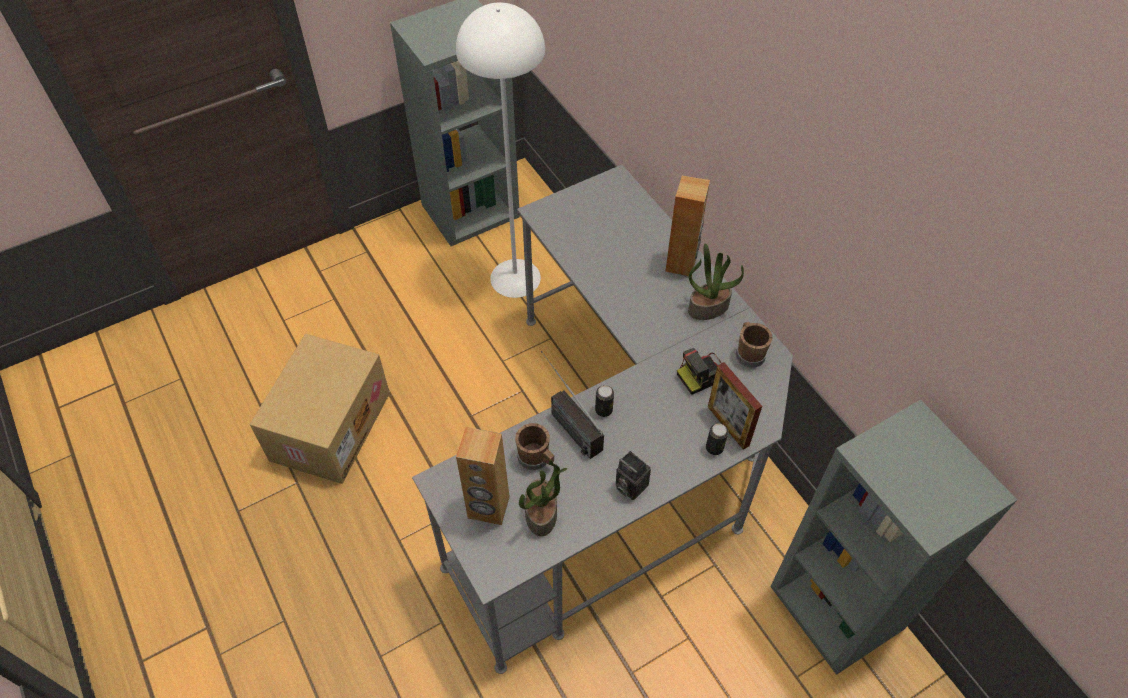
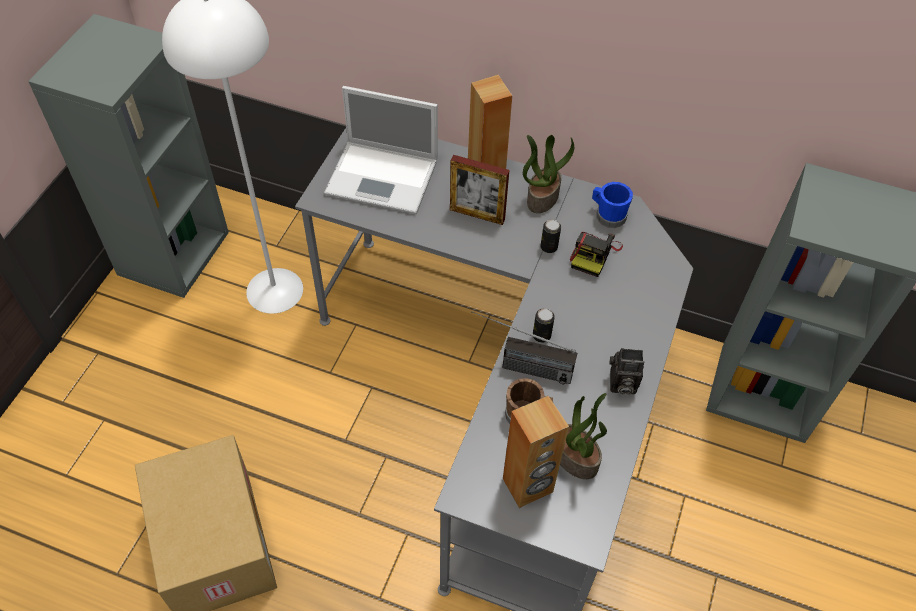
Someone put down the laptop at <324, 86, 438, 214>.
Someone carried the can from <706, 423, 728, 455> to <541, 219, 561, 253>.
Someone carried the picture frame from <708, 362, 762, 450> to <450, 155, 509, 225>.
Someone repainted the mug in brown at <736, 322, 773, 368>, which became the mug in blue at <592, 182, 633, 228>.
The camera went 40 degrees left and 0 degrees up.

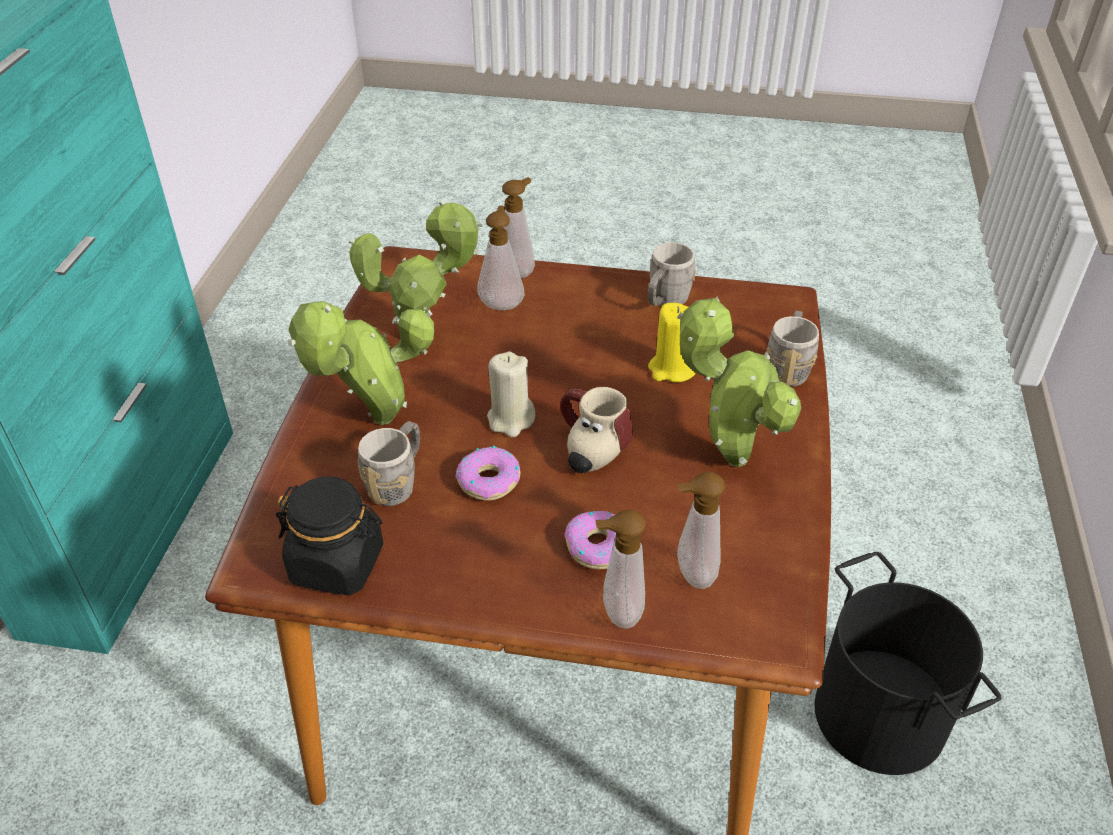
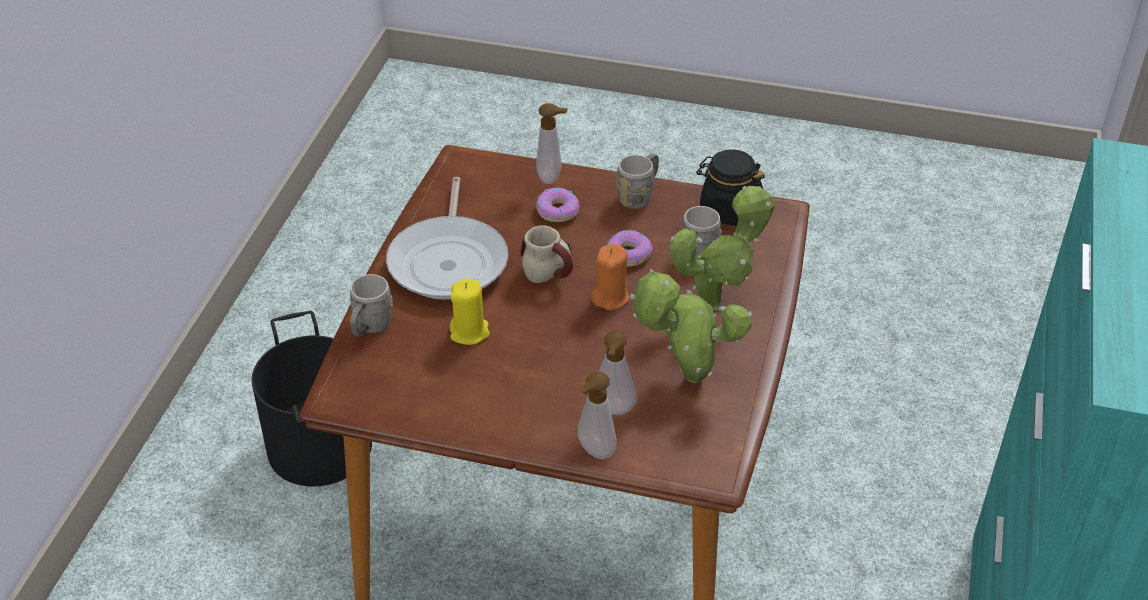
Someone took away the soap dispenser at <677, 472, 725, 589>.
Someone carried the mug in grey from <648, 242, 696, 306> to <616, 153, 659, 209>.
Someone swapped the potted plant at <677, 296, 801, 467> for the frying pan at <386, 177, 508, 299>.
Someone repainted the candle in beige at <487, 352, 536, 437>, which became the candle in orange at <591, 243, 629, 311>.
The camera went 175 degrees left and 0 degrees up.

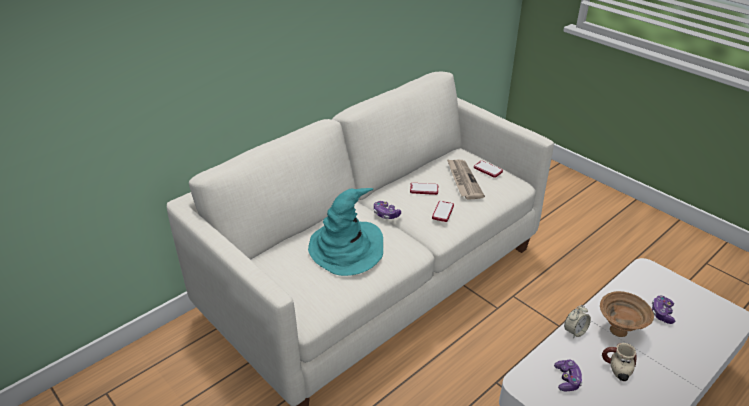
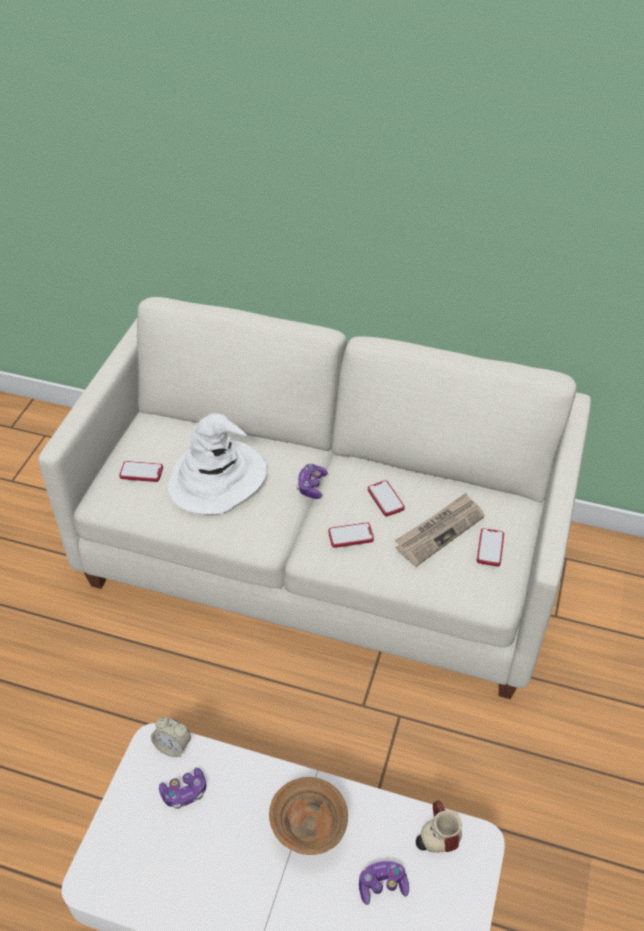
Someone put down the phone at <119, 461, 163, 482>.
Someone carried the alarm clock from <564, 305, 591, 339> to <151, 717, 191, 757>.
Someone carried the mug from <602, 343, 636, 381> to <416, 800, 462, 853>.
Someone repainted the hat in turquoise at <308, 188, 383, 276>, which became the hat in white at <167, 413, 267, 514>.
The camera went 60 degrees right and 10 degrees up.

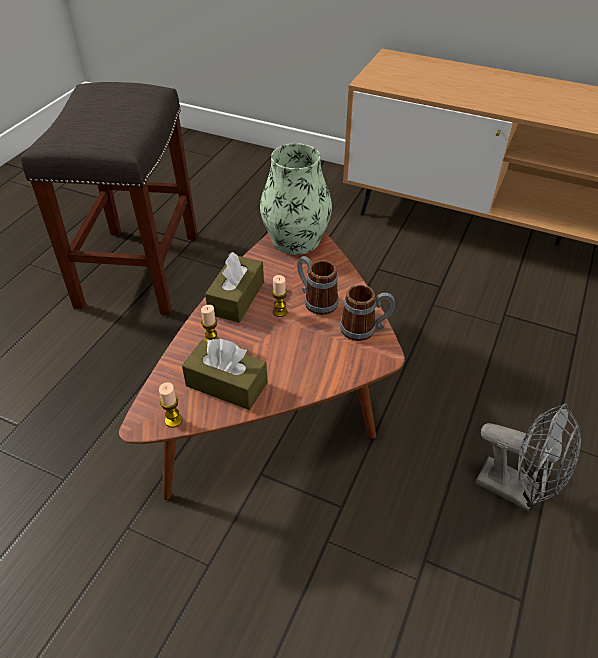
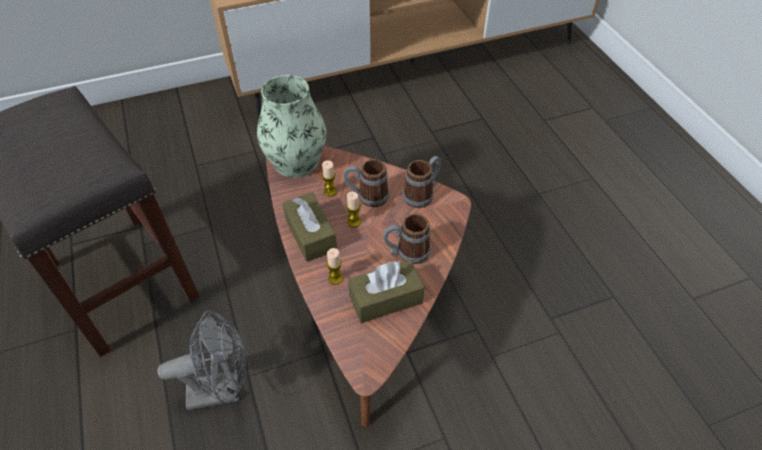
Someone put down the mug at <383, 214, 431, 264>.
Someone carried the candle from <159, 382, 182, 428> to <322, 160, 337, 196>.
Someone carried the fan in grey from <475, 403, 581, 511> to <157, 310, 247, 410>.
The camera went 45 degrees left and 5 degrees up.

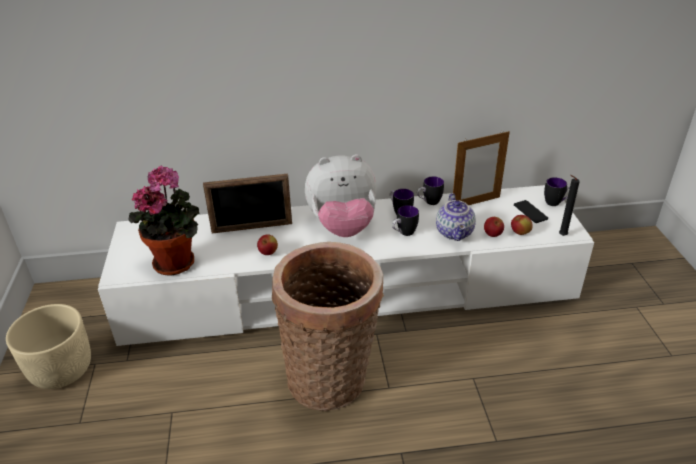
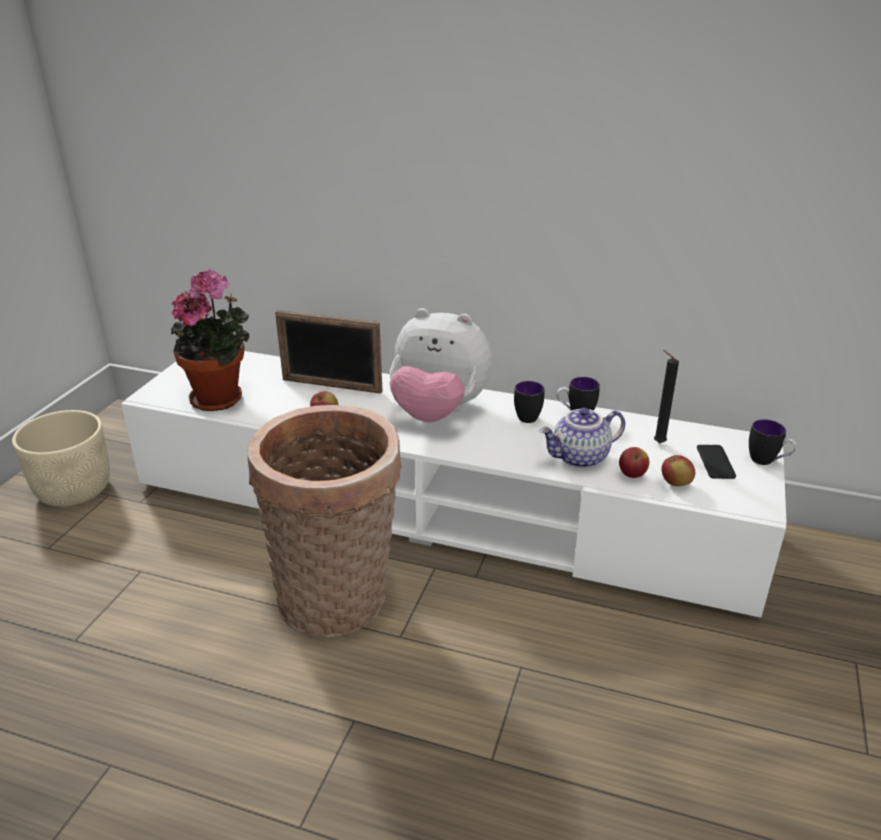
Someone took away the mug at <392, 205, 419, 236>.
Someone took away the picture frame at <453, 130, 510, 205>.
Someone carried the candle in black from <559, 175, 580, 236> to <654, 350, 679, 443>.
Someone rotated the teapot at <436, 193, 476, 241> by 45 degrees clockwise.
The camera went 25 degrees right and 5 degrees down.

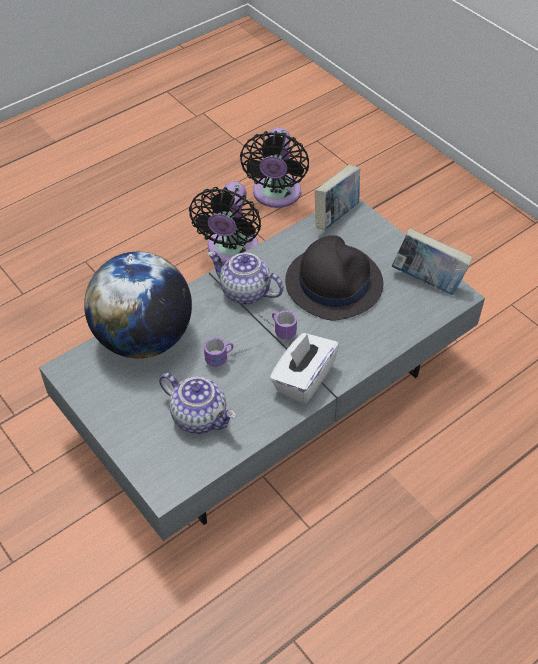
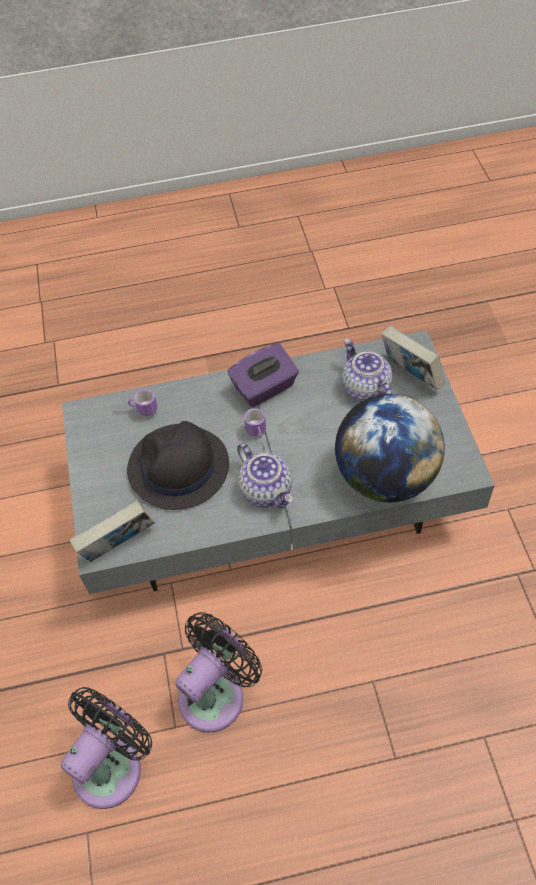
Someone carried the mug from <204, 337, 251, 367> to <113, 389, 157, 416>.
Someone carried the book from <392, 228, 472, 295> to <381, 326, 445, 391>.
Someone repainted the tissue box in white at <270, 333, 339, 404>, which became the tissue box in purple at <228, 343, 299, 407>.
The camera went 150 degrees left and 5 degrees up.

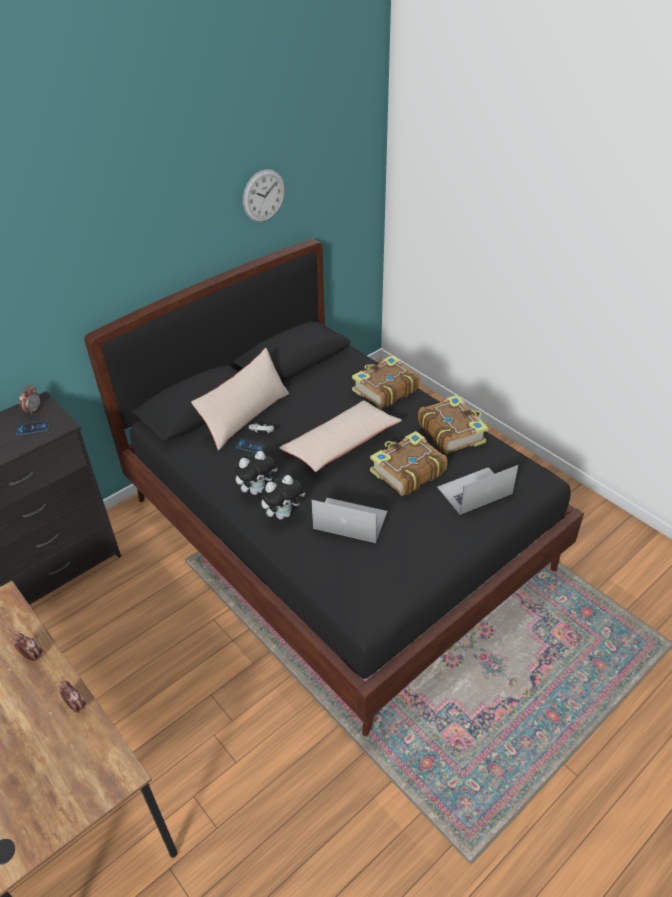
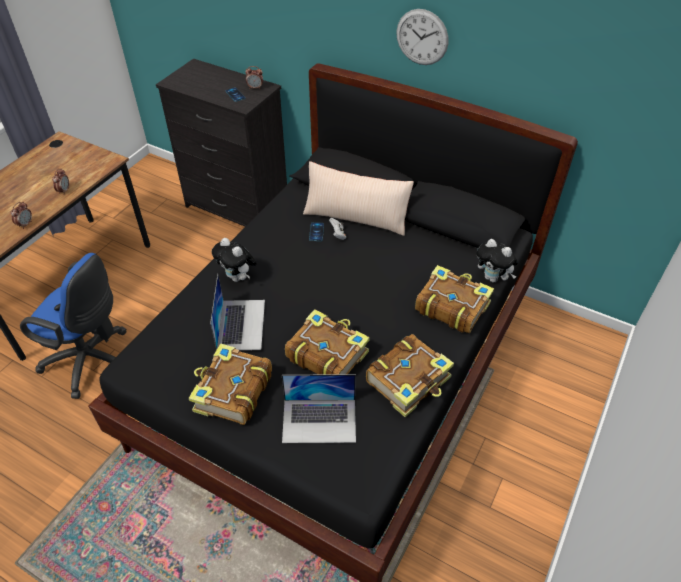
Someone took away the pillow in beige at <279, 400, 402, 472>.
Someone put down the office chair in blue at <20, 253, 127, 399>.
Someone put down the book at <189, 343, 272, 425>.
Someone carried the plush toy from <235, 451, 277, 495> to <477, 239, 518, 283>.
Someone carried the wall clock from <243, 169, 285, 222> to <396, 9, 448, 65>.
Someone rotated the laptop at <437, 465, 518, 515> by 135 degrees clockwise.
The camera went 70 degrees right and 5 degrees up.

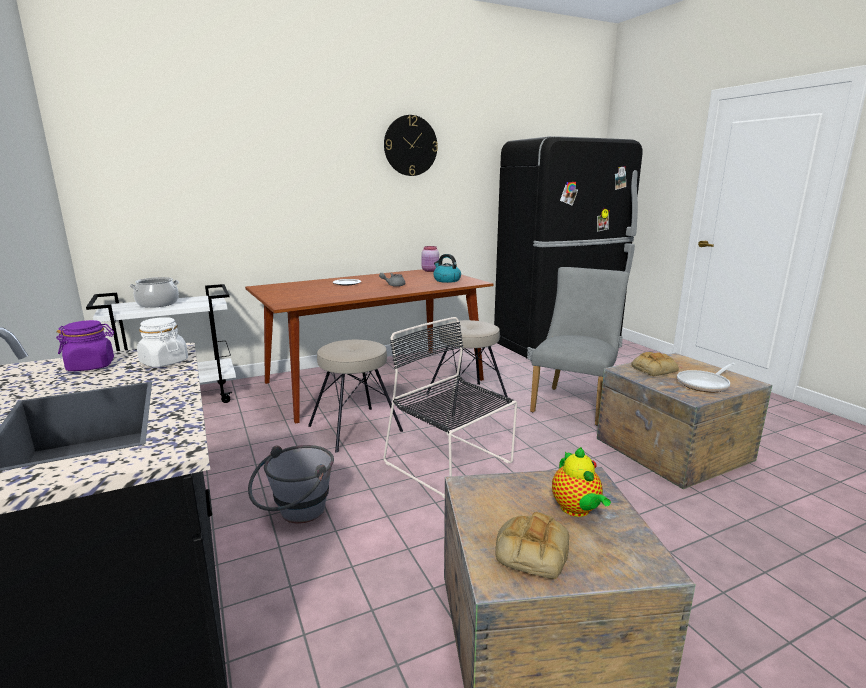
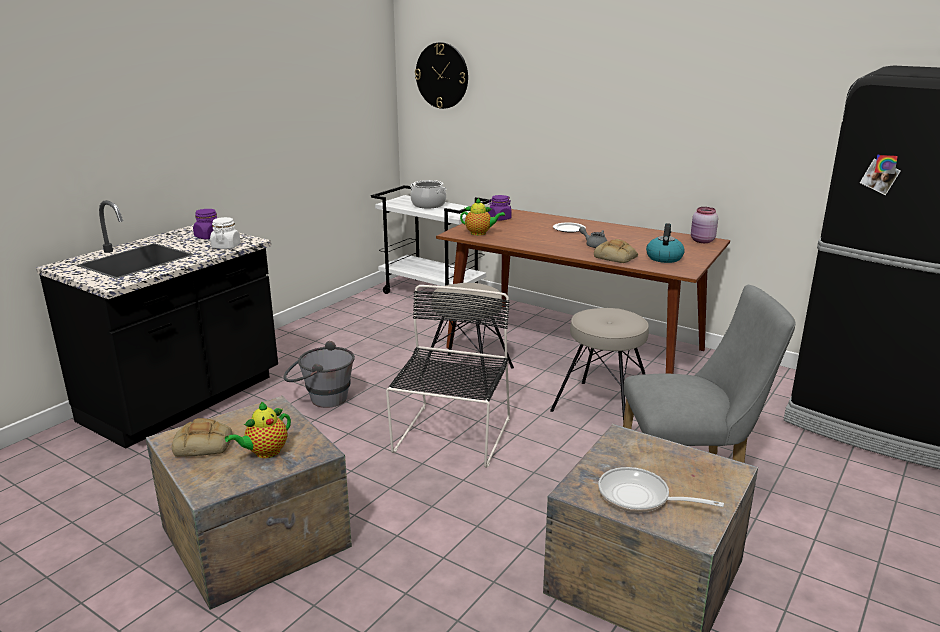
Someone put down the teapot at <460, 198, 505, 235>.
Someone put down the jar in purple at <488, 195, 512, 221>.
Someone carried the wall clock from <384, 115, 438, 176> to <415, 42, 468, 109>.
Someone carried the bread from <631, 352, 679, 376> to <594, 239, 638, 263>.
The camera went 60 degrees right and 5 degrees up.

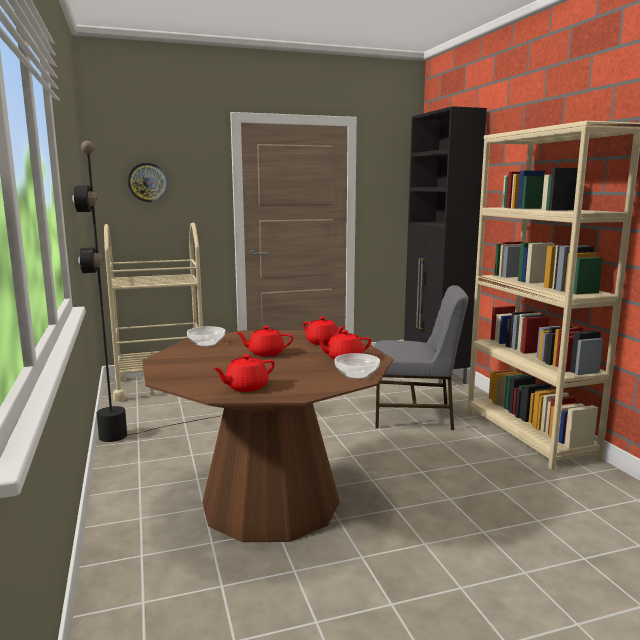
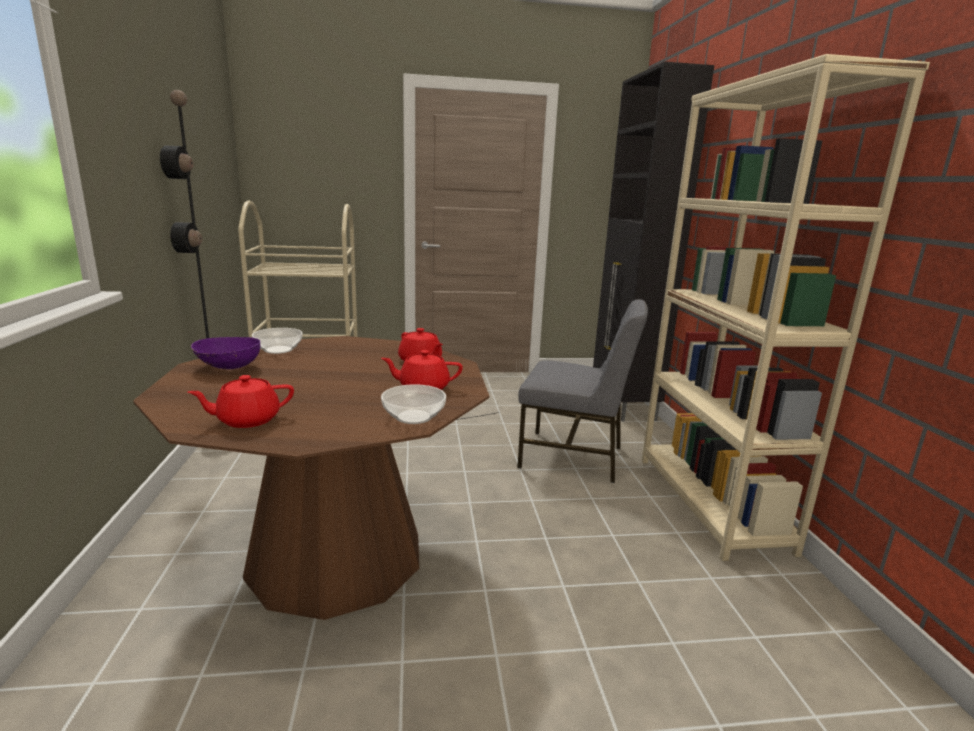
Someone took away the wall clock at <128, 163, 168, 202>.
Someone took away the teapot in red at <235, 326, 293, 357>.
Someone put down the bowl in purple at <191, 337, 260, 369>.
The camera went 10 degrees right and 5 degrees up.

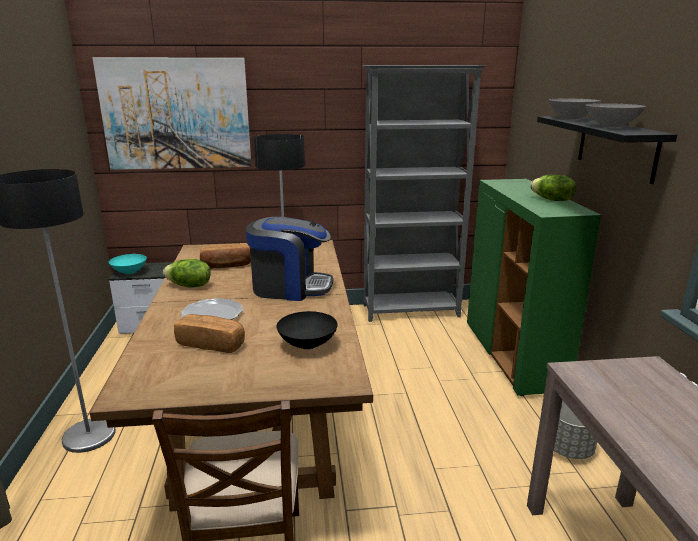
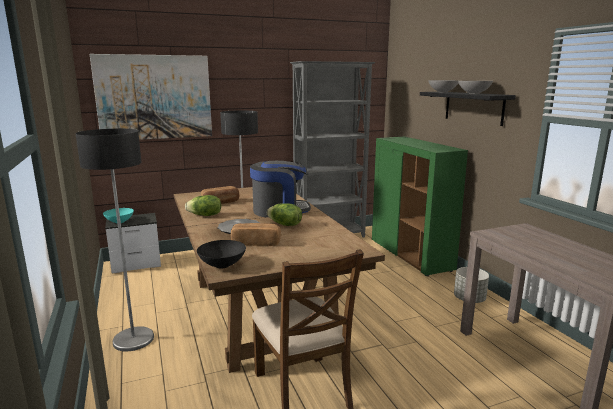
Someone carried the bowl in black from <277, 311, 338, 349> to <197, 240, 246, 269>.
Someone carried the lettuce from <530, 175, 576, 201> to <267, 203, 302, 226>.
The camera went 15 degrees left and 5 degrees down.

